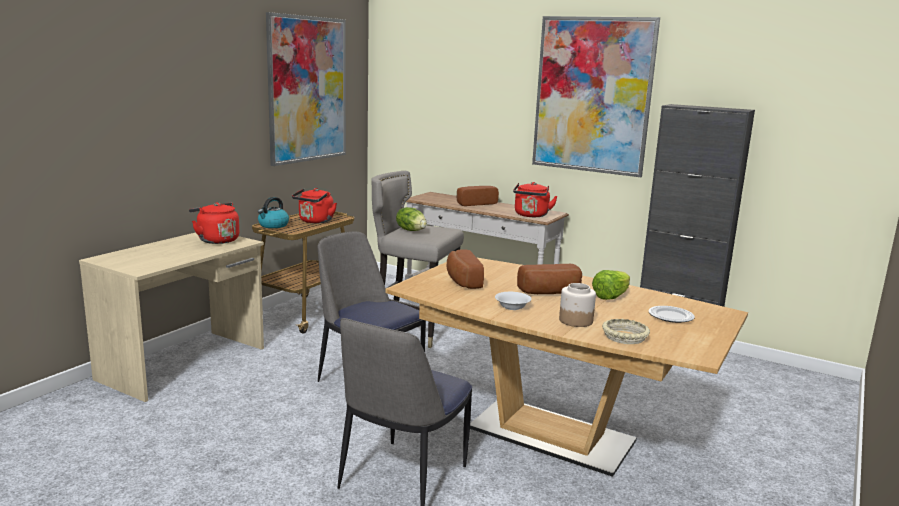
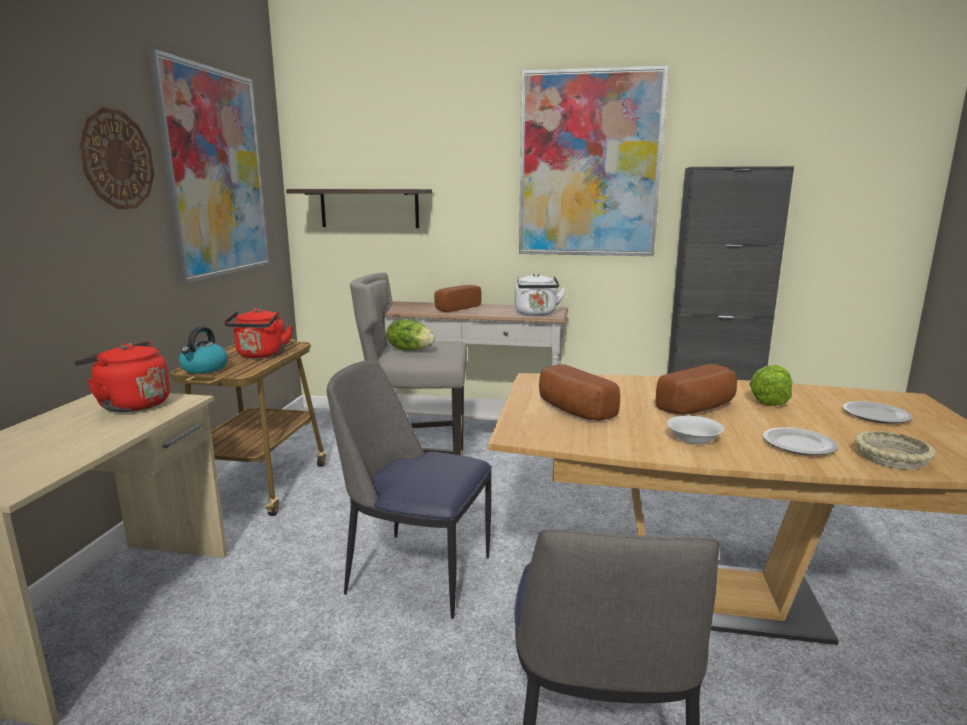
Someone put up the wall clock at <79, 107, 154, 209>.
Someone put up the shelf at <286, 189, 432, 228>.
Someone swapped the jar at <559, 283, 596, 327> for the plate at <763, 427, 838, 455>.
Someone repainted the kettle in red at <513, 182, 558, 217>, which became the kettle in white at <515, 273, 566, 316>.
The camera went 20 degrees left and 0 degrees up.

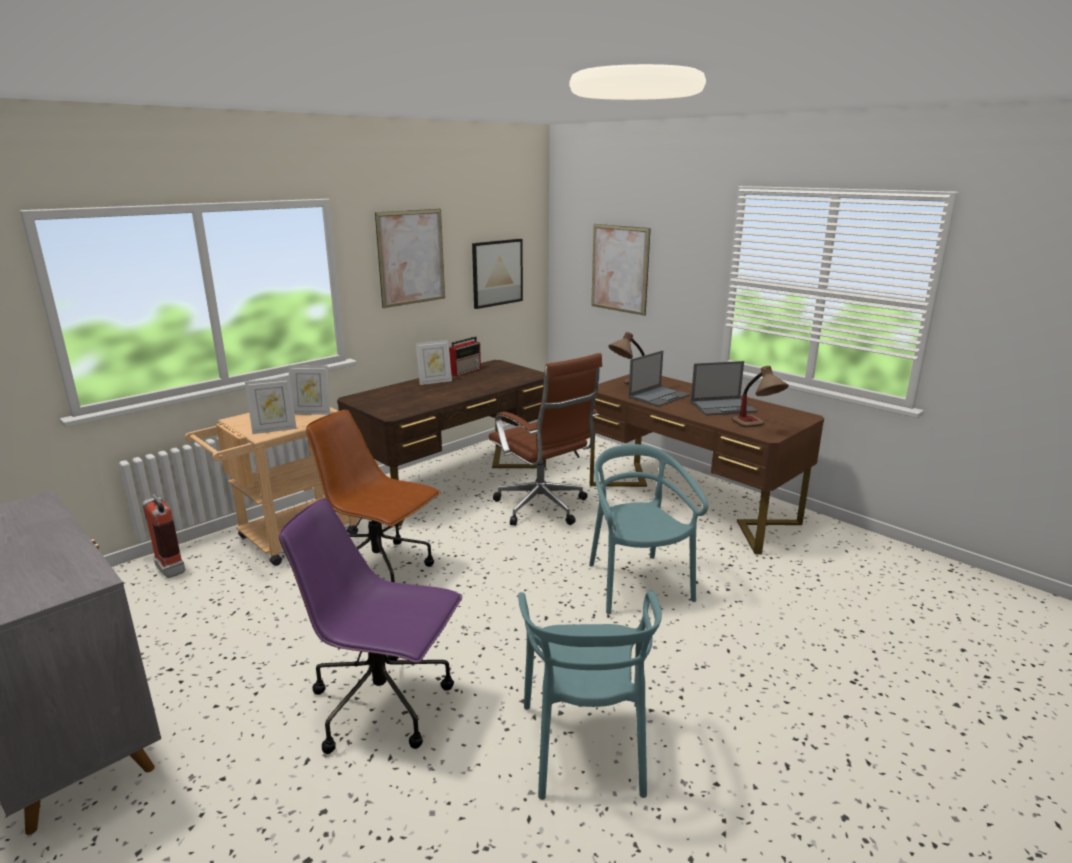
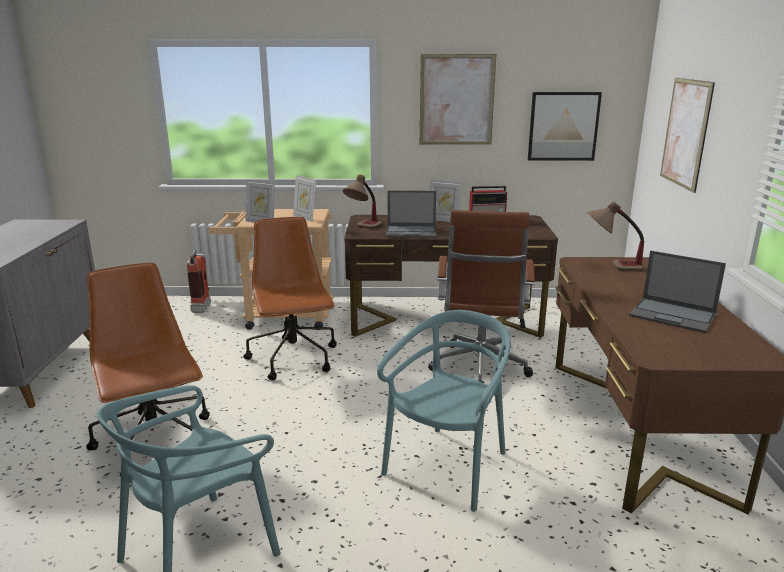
Someone carried the laptop from <628, 350, 690, 407> to <386, 190, 437, 237>.
Someone carried the table lamp from <732, 366, 789, 427> to <343, 175, 383, 229>.
Someone repainted the office chair in purple at <279, 498, 462, 754>, which became the office chair in brown at <86, 263, 210, 477>.
The camera went 45 degrees right and 0 degrees up.

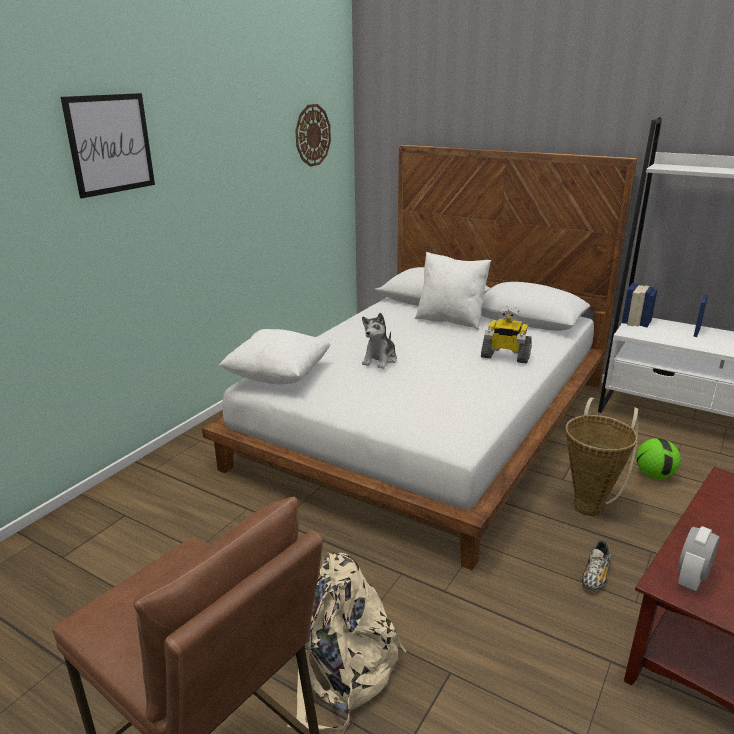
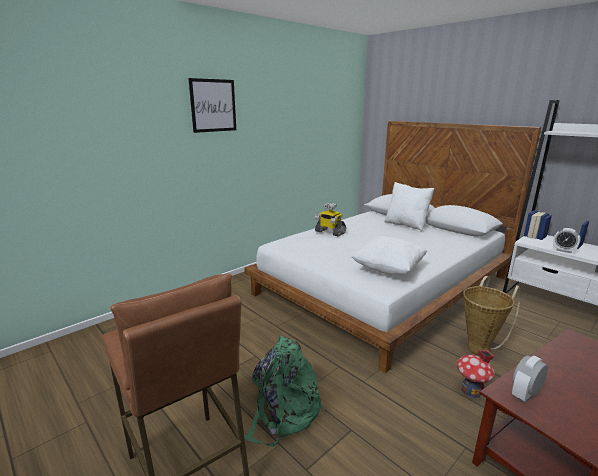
Someone took away the wall clock at <295, 104, 331, 167>.
Someone took away the plush toy at <362, 313, 397, 369>.
Someone took away the football at <636, 438, 681, 479>.
Someone put down the alarm clock at <553, 228, 581, 253>.
Someone carried the pillow in white from <219, 329, 331, 384> to <351, 236, 427, 275>.
Someone carried the toy robot from <481, 306, 532, 364> to <315, 203, 346, 236>.
Someone swapped the shoe at <582, 540, 611, 589> for the toy house at <457, 349, 495, 399>.
Someone repainted the backpack in beige at <287, 552, 406, 730>, which became the backpack in green at <244, 335, 325, 446>.
The camera went 15 degrees right and 5 degrees down.

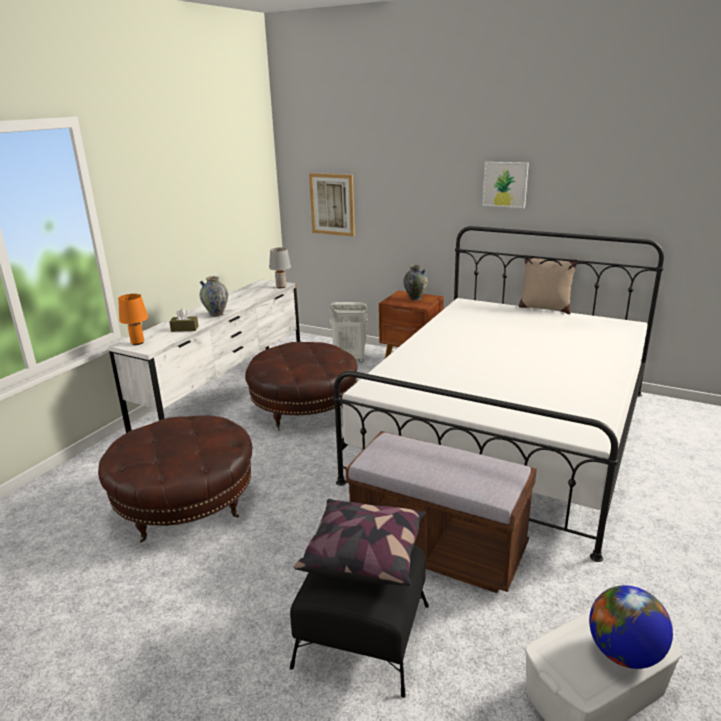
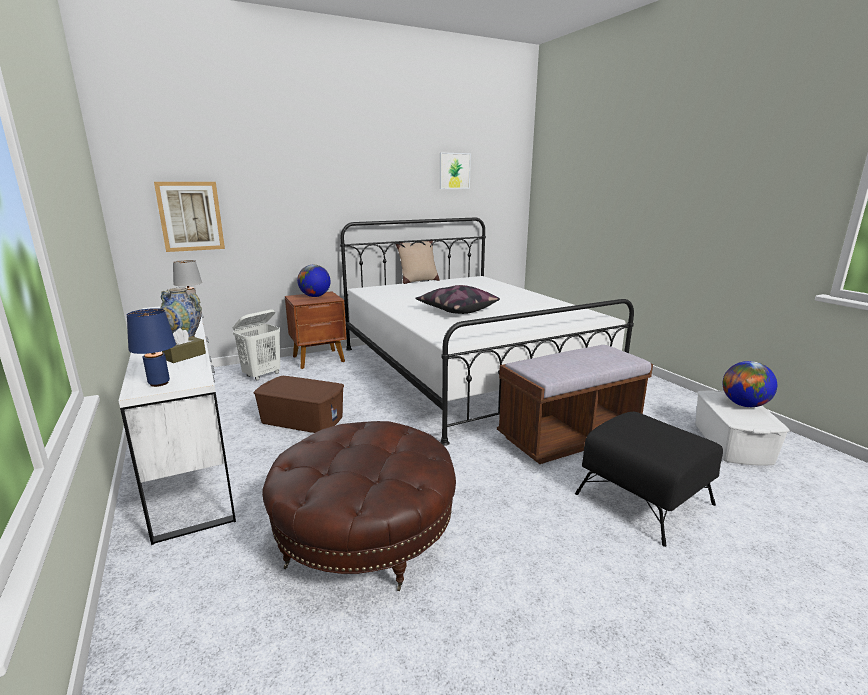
Someone carried the pillow from <294, 499, 426, 586> to <415, 285, 500, 314>.
Someone carried the picture from <482, 162, 529, 208> to <440, 153, 471, 189>.
Someone swapped the ottoman in brown at <245, 342, 357, 430> for the storage box in brown at <254, 376, 344, 433>.
Someone swapped the vase at <403, 265, 428, 301> for the globe at <297, 265, 331, 297>.
Someone repainted the table lamp in orange at <118, 294, 148, 345>, which became the table lamp in blue at <127, 308, 176, 387>.
The camera went 55 degrees left and 5 degrees down.

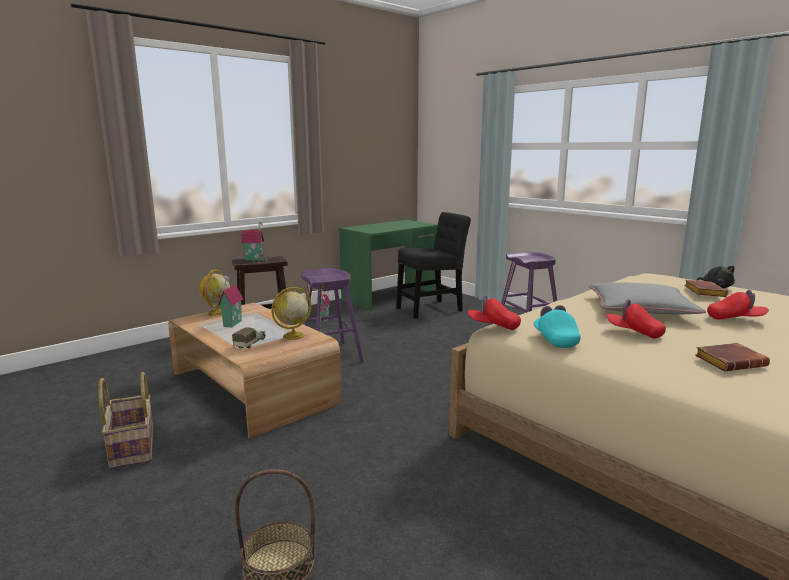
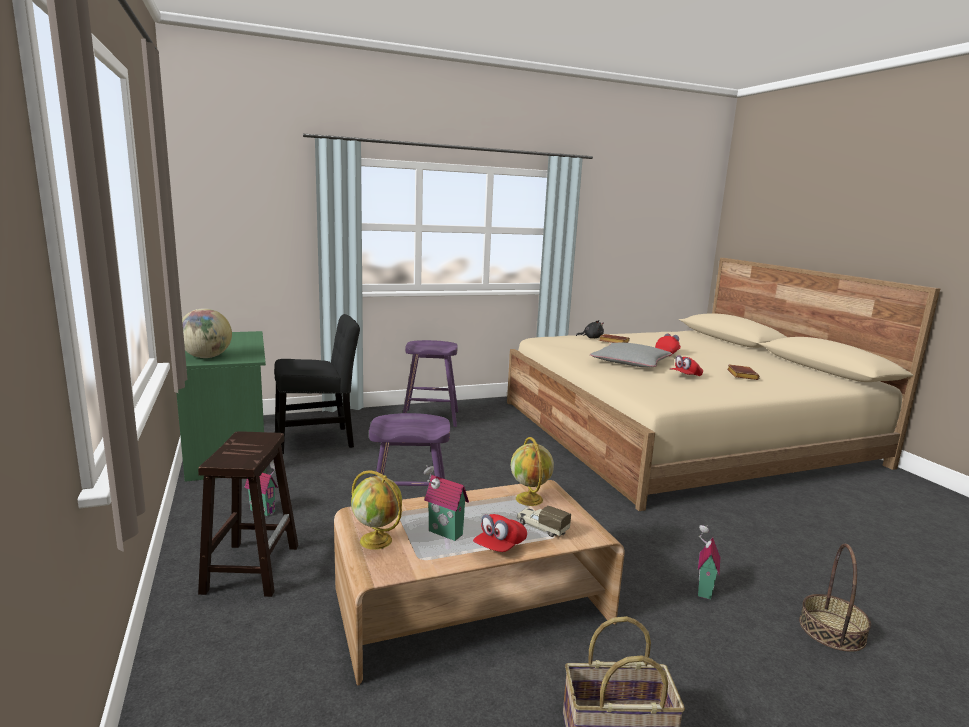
Someone took away the cap in turquoise at <534, 305, 581, 348>.
Someone put down the globe at <182, 308, 232, 358>.
Someone carried the toy house from <241, 222, 264, 261> to <698, 525, 720, 600>.
Someone carried the cap in red from <467, 295, 521, 330> to <473, 514, 527, 552>.
Someone rotated the chair in black at <396, 212, 471, 318> by 75 degrees clockwise.
The camera went 70 degrees left and 0 degrees up.

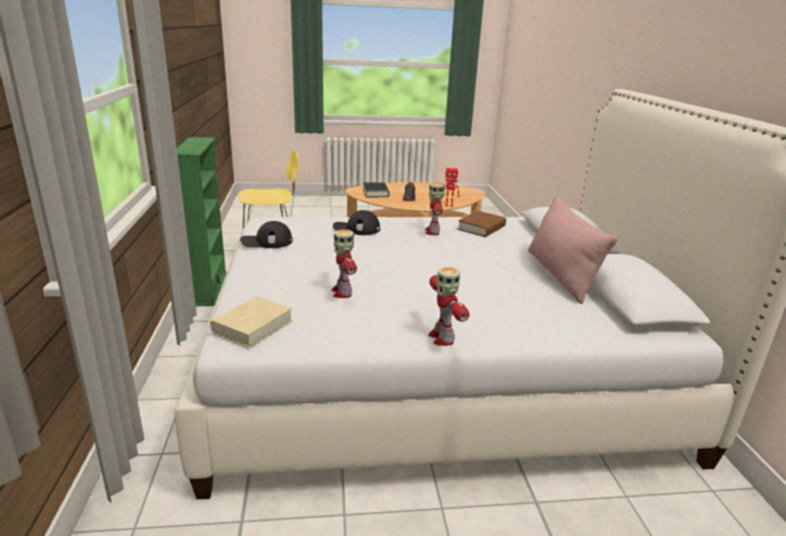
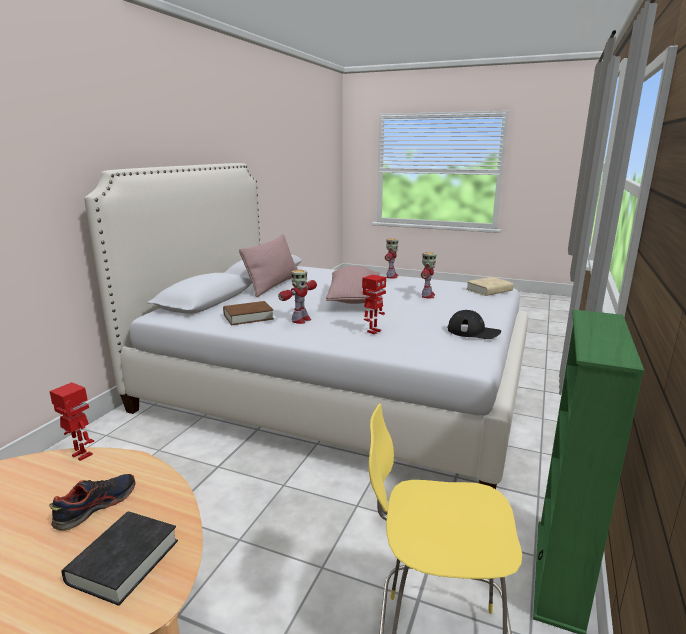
Someone put down the pillow in pink at <326, 266, 383, 304>.
Someone swapped the cap in black at <333, 210, 380, 235> for the toy robot at <362, 275, 386, 335>.
The camera went 150 degrees left and 5 degrees down.

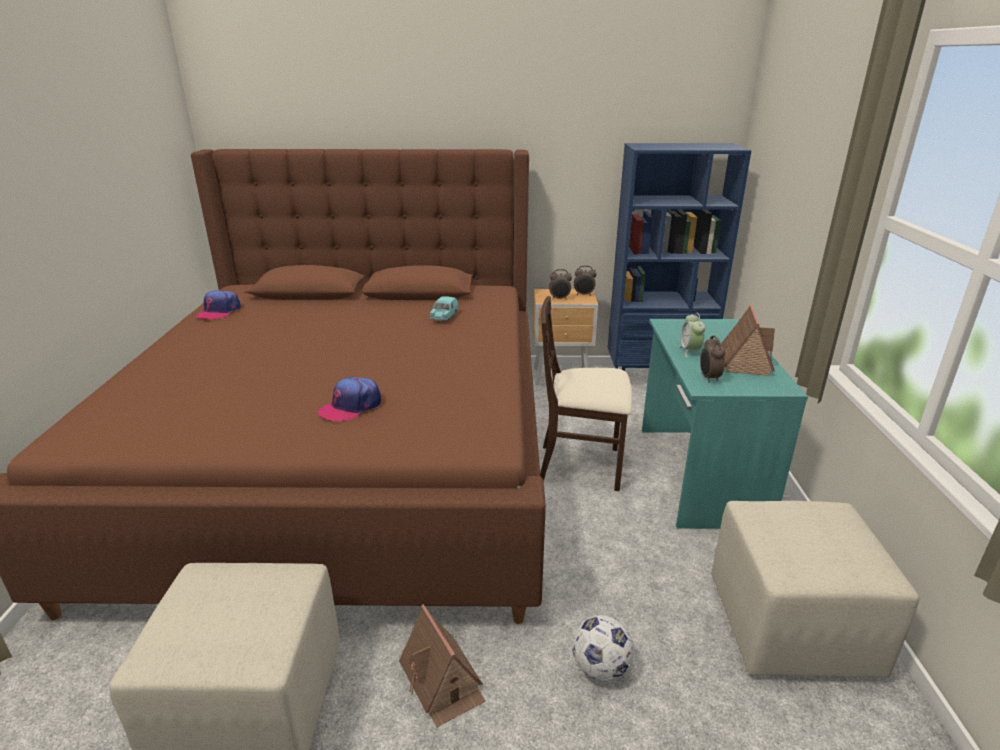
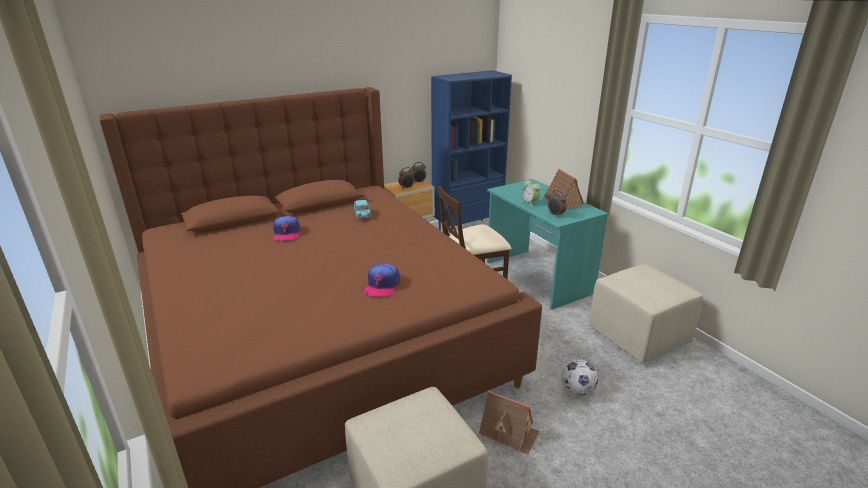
Someone carried the cap from <195, 290, 241, 319> to <274, 216, 300, 241>.
The camera went 30 degrees left and 0 degrees up.

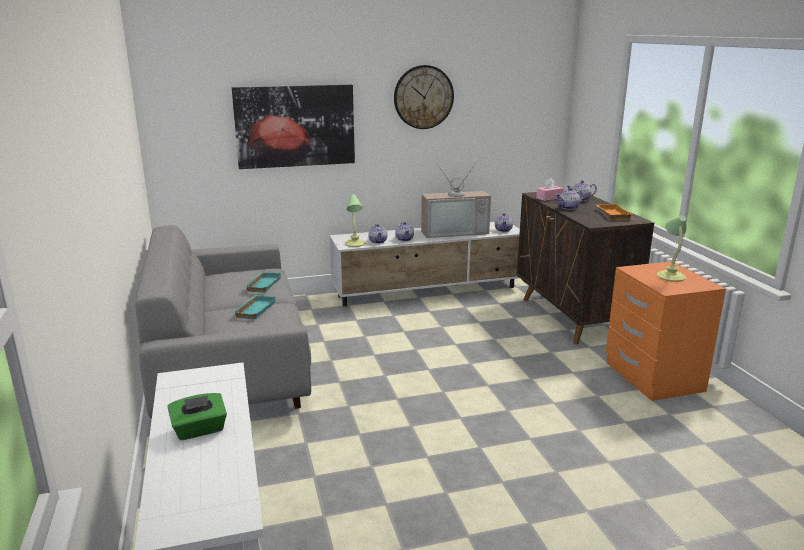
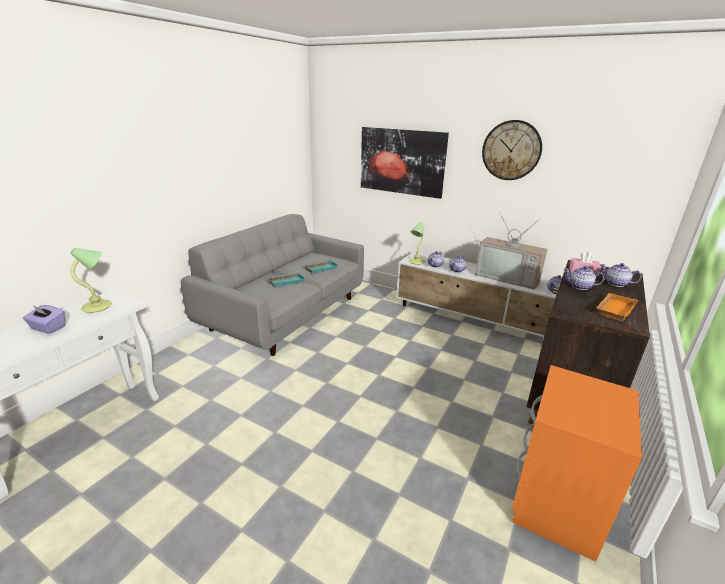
Someone carried the table lamp from <657, 216, 687, 282> to <70, 248, 112, 313>.
Someone repainted the tissue box in green at <168, 393, 227, 440>, which became the tissue box in purple at <23, 305, 66, 334>.
The camera went 45 degrees right and 5 degrees up.

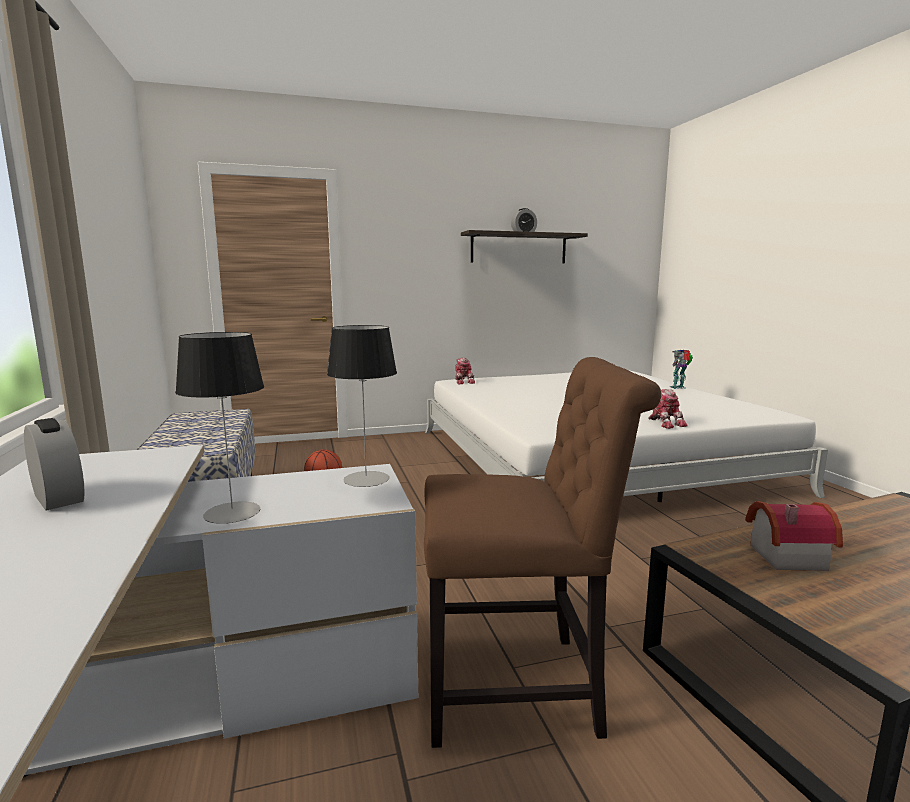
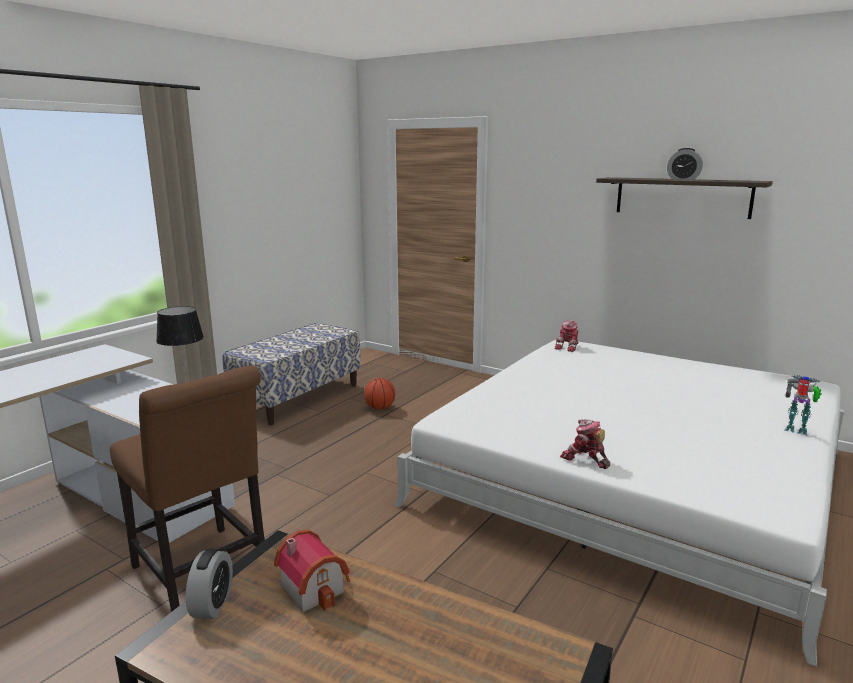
Someone took away the table lamp at <175, 332, 264, 524>.
Someone carried the alarm clock from <24, 418, 85, 510> to <186, 549, 233, 619>.
Someone rotated the toy robot at <648, 389, 688, 429> by 105 degrees clockwise.
The camera went 50 degrees right and 5 degrees up.

